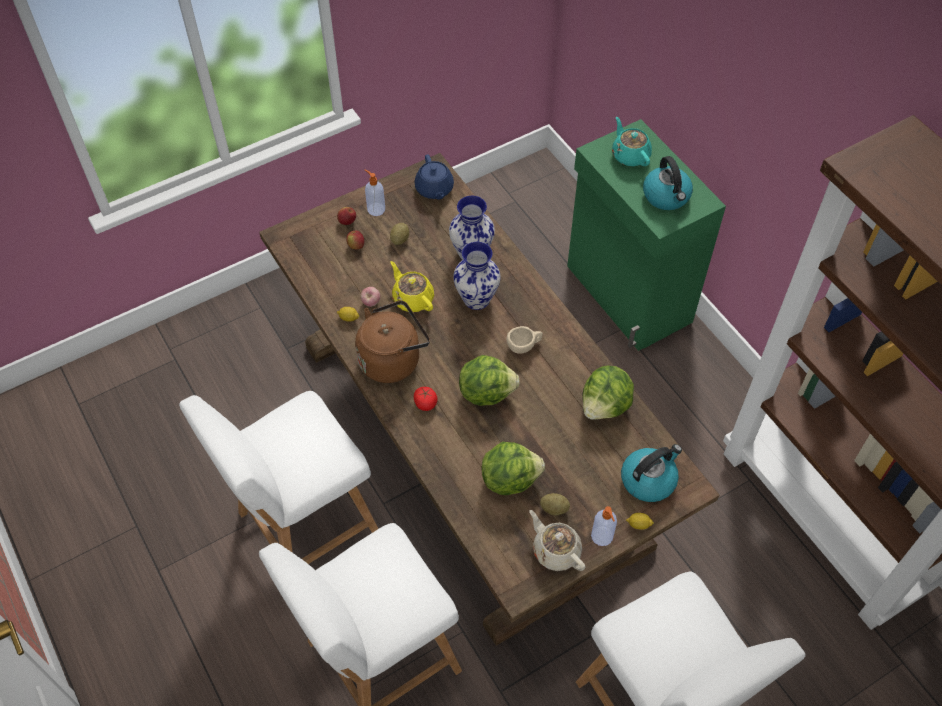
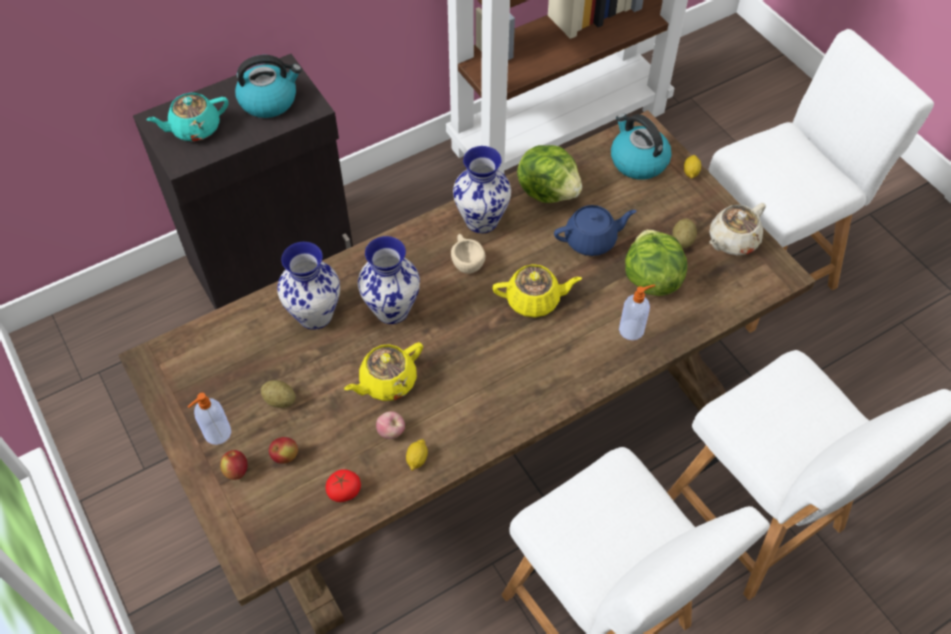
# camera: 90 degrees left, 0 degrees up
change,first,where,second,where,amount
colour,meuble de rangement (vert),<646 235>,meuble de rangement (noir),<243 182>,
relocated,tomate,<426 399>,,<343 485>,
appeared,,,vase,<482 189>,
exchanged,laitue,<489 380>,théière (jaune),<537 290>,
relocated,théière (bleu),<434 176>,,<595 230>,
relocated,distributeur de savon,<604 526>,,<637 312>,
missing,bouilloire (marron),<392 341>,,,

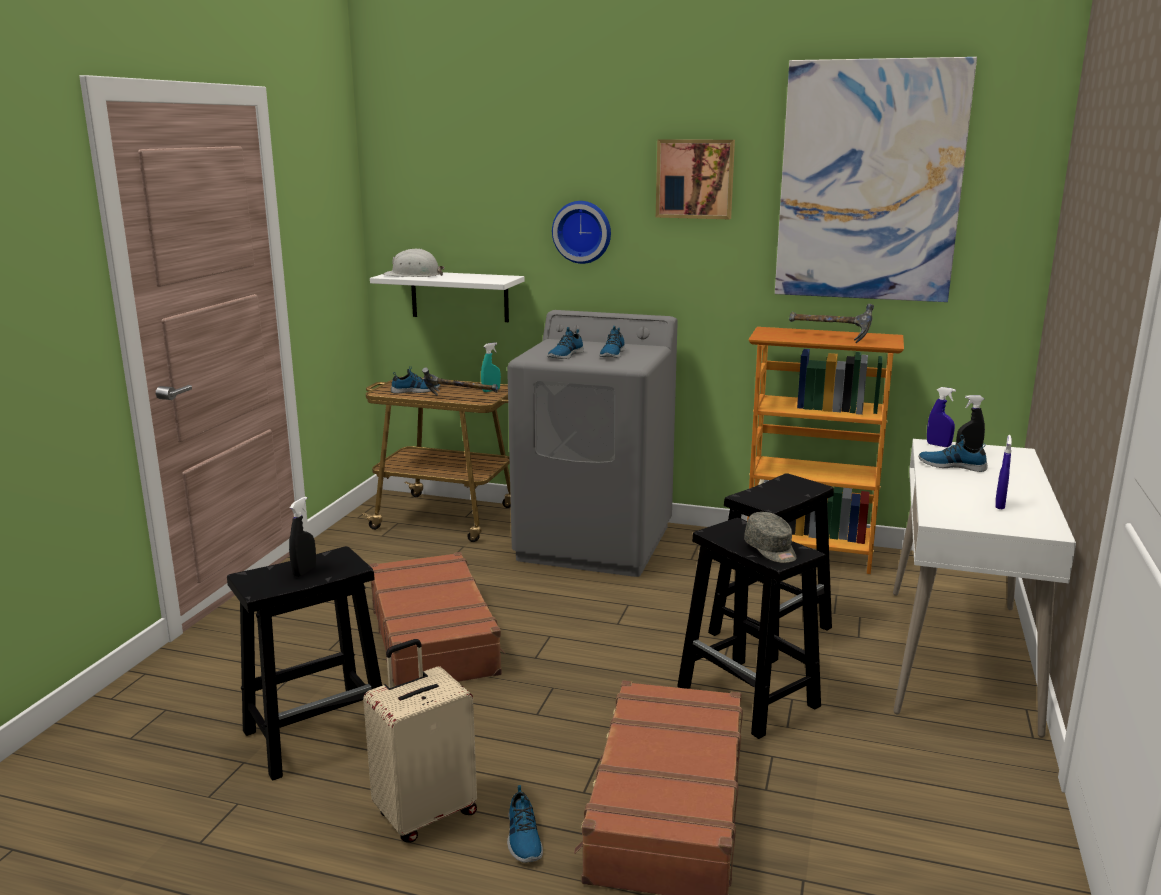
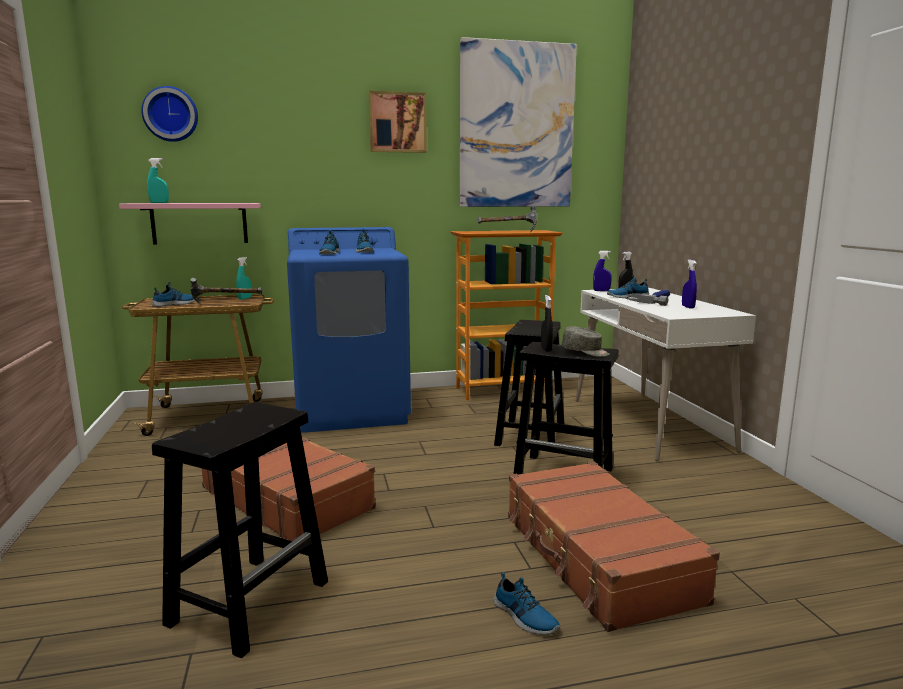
# camera: 30 degrees left, 5 degrees down
change,first,where,second,where,amount
colour,étagère (blanc),<447 297>,étagère (rose),<190 223>,
relocated,horloge murale,<581 232>,,<169 114>,
exchanged,casque de chantier (blanc),<413 263>,vaporisateur (turquoise),<158 180>,
colour,lave-linge (gris),<592 443>,lave-linge (bleu),<349 330>,
relocated,vaporisateur (noir),<302 537>,,<547 323>,
appeared,,,marteau,<648 298>,
missing,valise (beige),<420 740>,,,

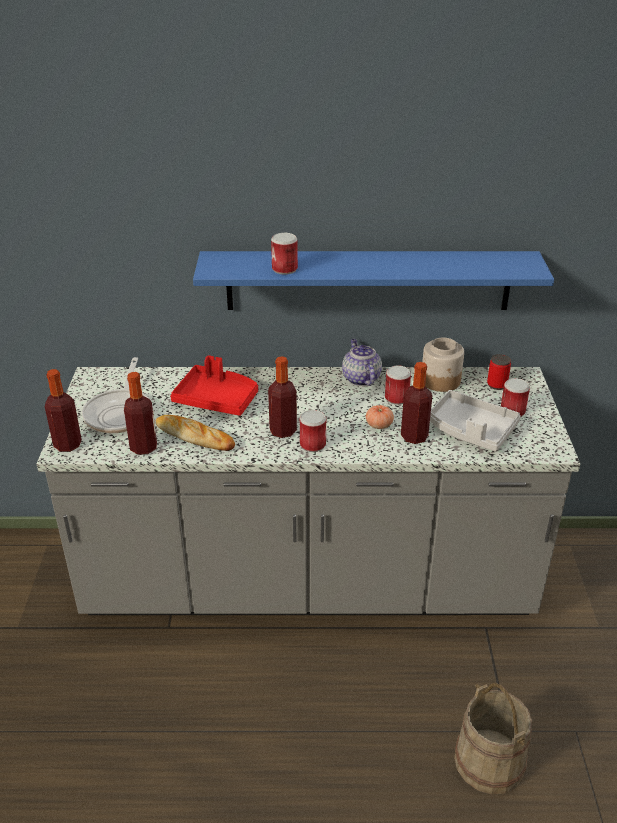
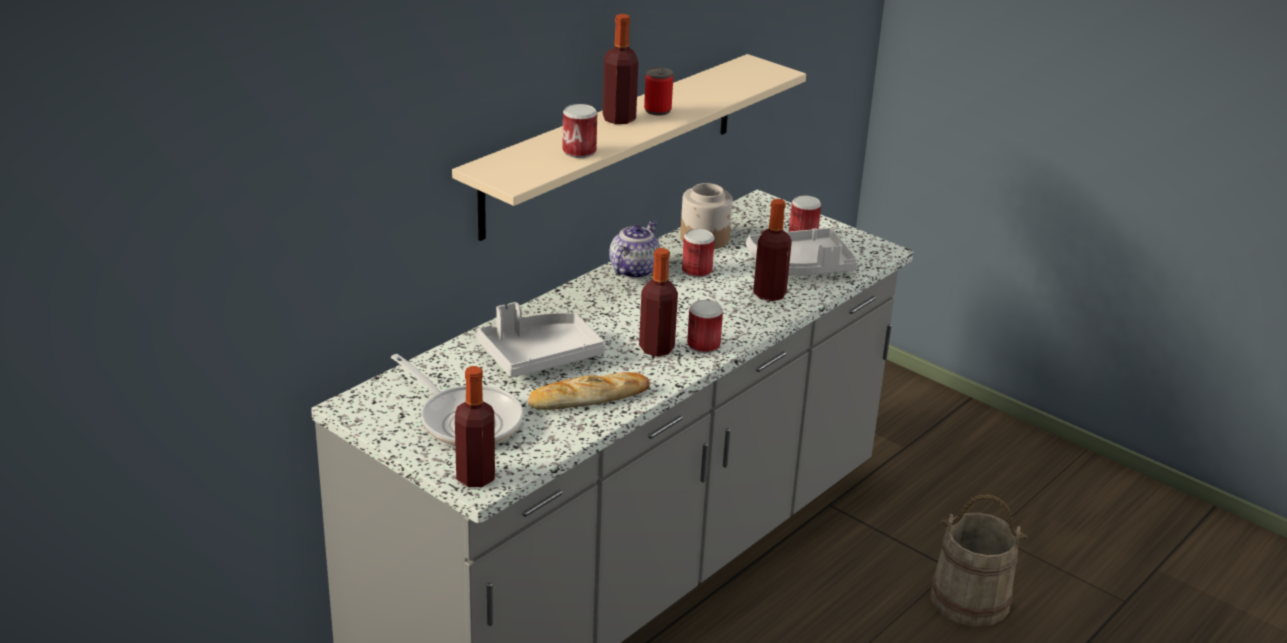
# camera: 50 degrees left, 5 degrees down
change,first,where,second,where,amount
colour,étagère (bleu),<373 280>,étagère (beige),<629 147>,
colour,plateau (rouge),<214 385>,plateau (gris),<541 339>,
relocated,bouteille,<140 413>,,<620 69>,
spun,théière,<362 362>,,<635 250>,90 degrees clockwise
relocated,boîte métallique,<499 372>,,<658 91>,
missing,tomate,<380 417>,,,

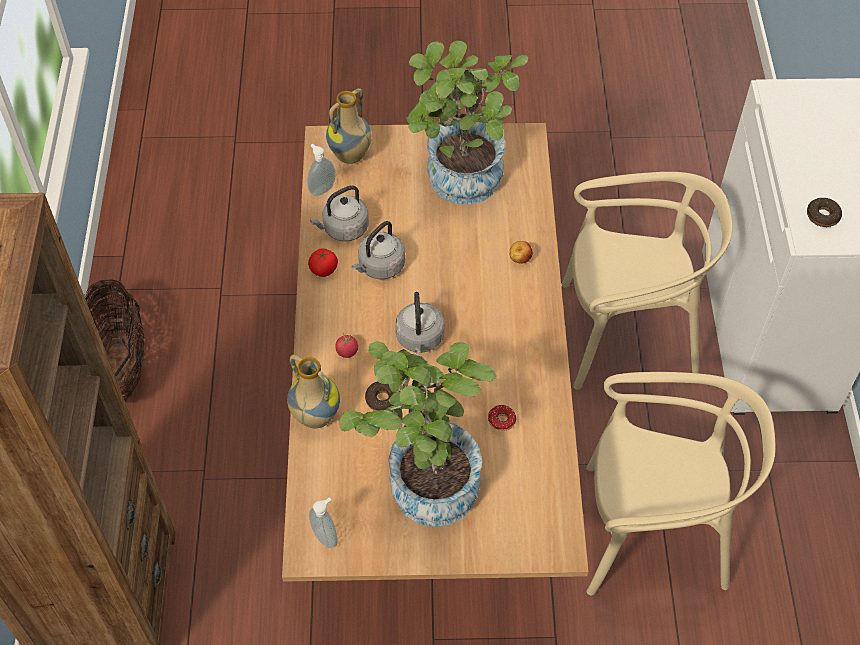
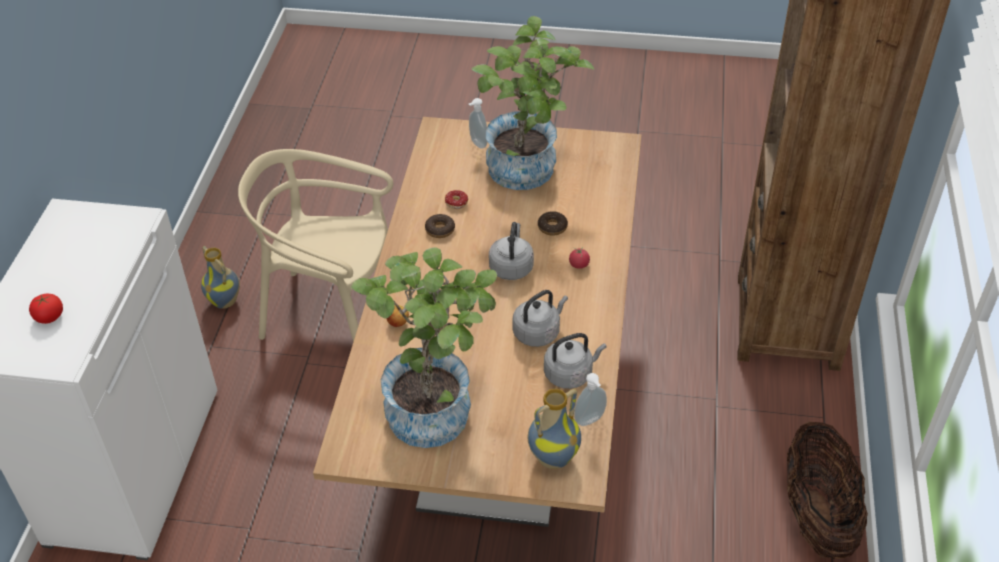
# camera: 170 degrees left, 10 degrees down
change,first,where,second,where,amount
relocated,tomate,<323 262>,,<46 309>,
relocated,vase,<313 392>,,<220 277>,
relocated,beignet,<824 212>,,<440 226>,
relocated,distributeur de savon,<323 522>,,<478 123>,
missing,chaise (beige),<647 281>,,,

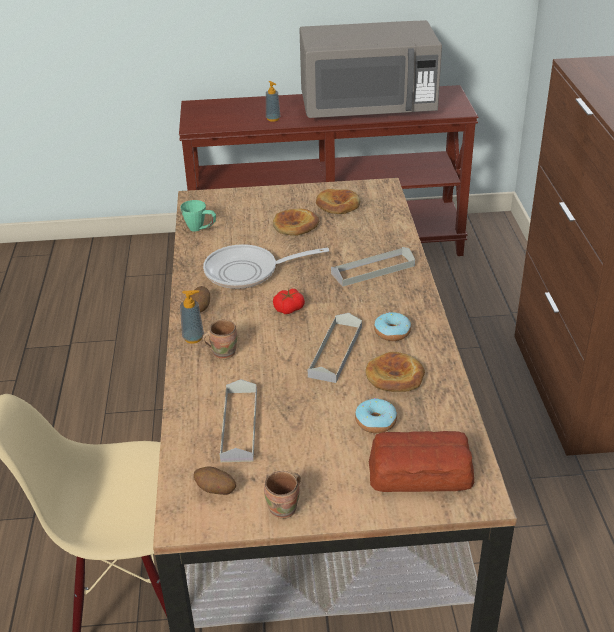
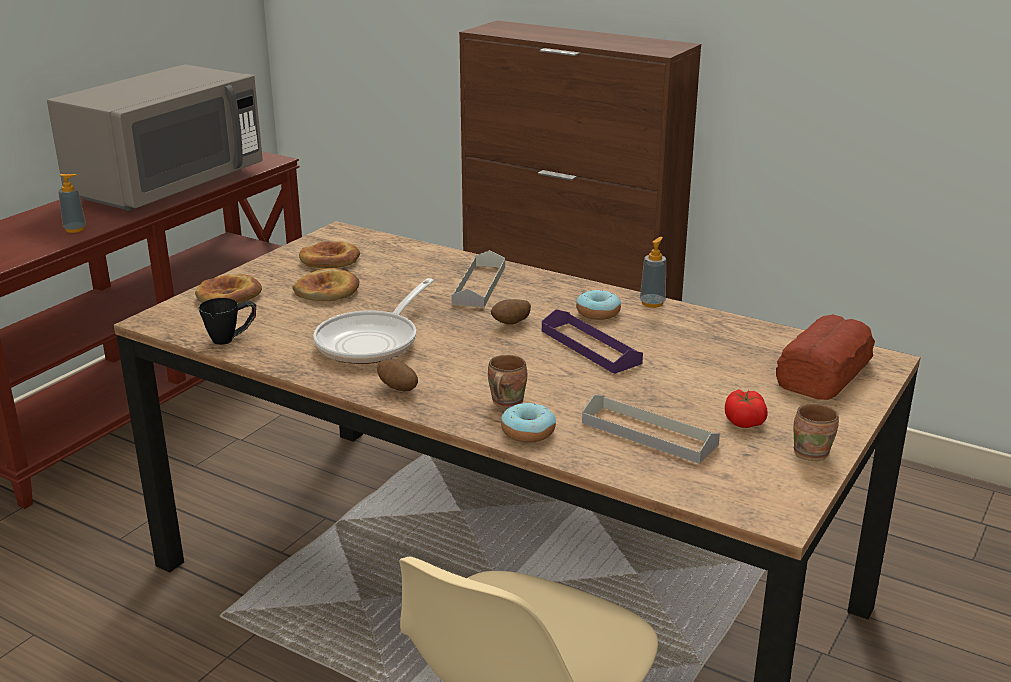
# camera: 55 degrees left, 10 degrees down
change,first,where,second,where,amount
relocated,pain,<395 372>,,<228 289>,
colour,mug (vert),<198 216>,mug (noir),<227 321>,
relocated,pomme de terre,<215 480>,,<511 312>,
relocated,beignet,<376 415>,,<528 422>,
colour,plateau (gris),<335 348>,plateau (violet),<592 341>,
relocated,distributeur de savon,<192 317>,,<653 272>,
relocated,tomate,<289 301>,,<746 408>,

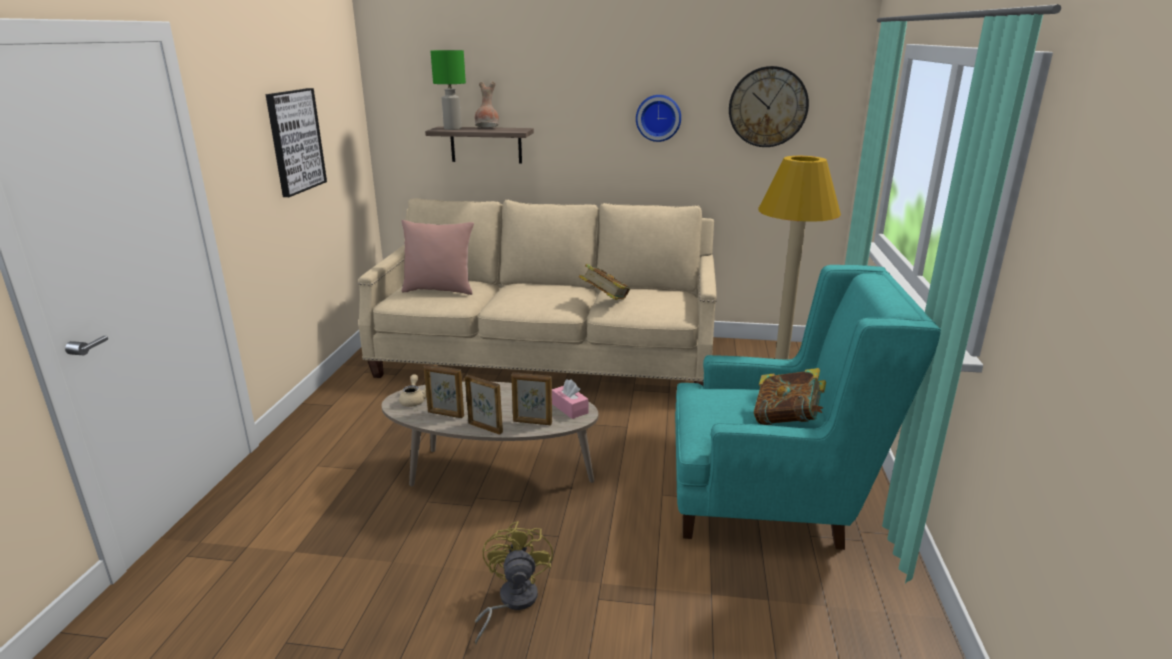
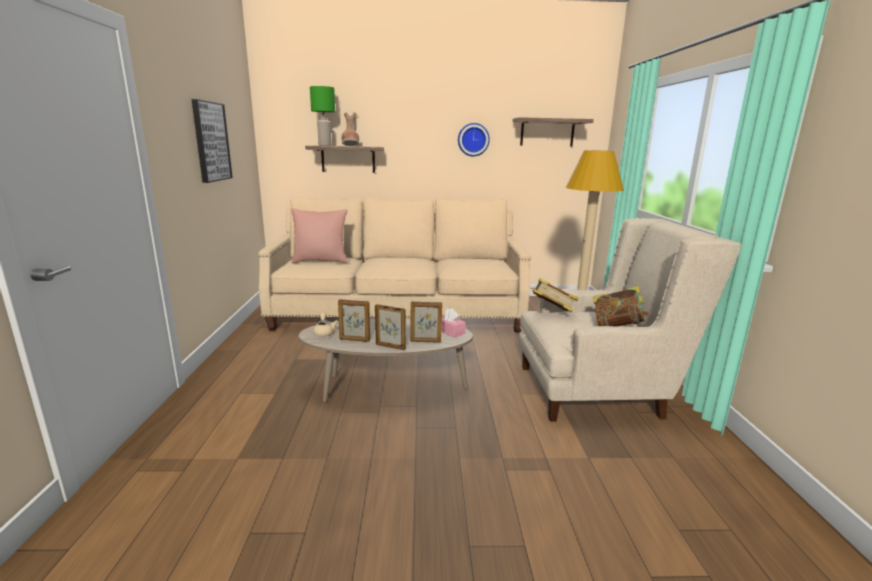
# camera: 10 degrees left, 5 degrees down
change,first,where,second,where,amount
exchanged,horloge murale,<769 106>,étagère,<553 132>,
colour,fauteuil (turquoise),<808 407>,fauteuil (beige),<630 319>,
relocated,livre,<604 282>,,<554 295>,
missing,ventilateur (jaune),<514 582>,,,

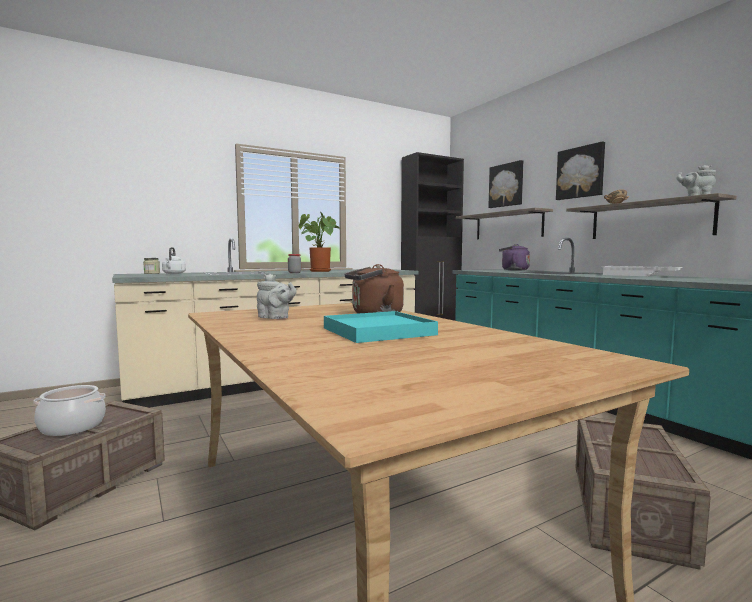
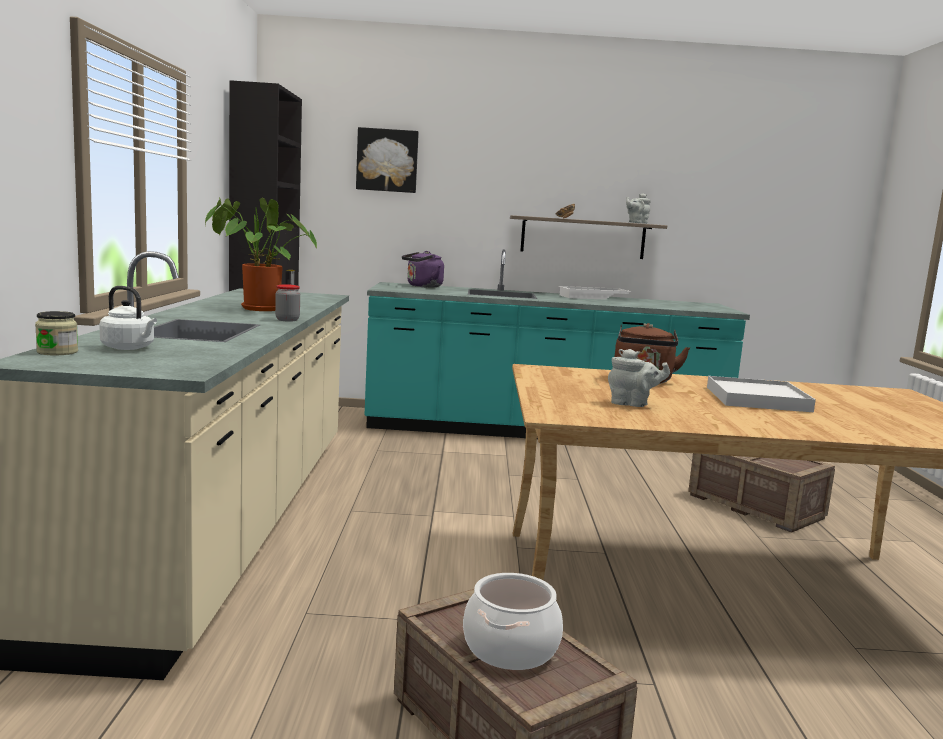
# camera: 60 degrees left, 5 degrees up
change,first,where,second,where,amount
spun,théière (gris),<277 296>,,<639 378>,45 degrees clockwise
colour,plateau (turquoise),<381 327>,plateau (blanc),<761 394>,
missing,étagère,<504 223>,,,
missing,tableau,<580 170>,,,

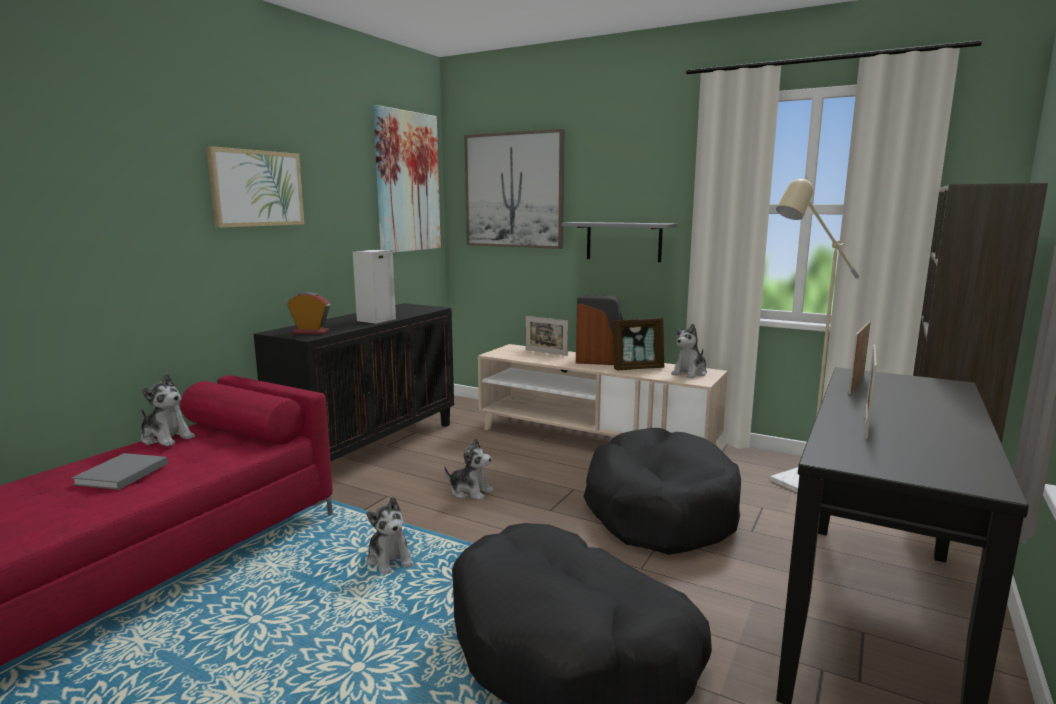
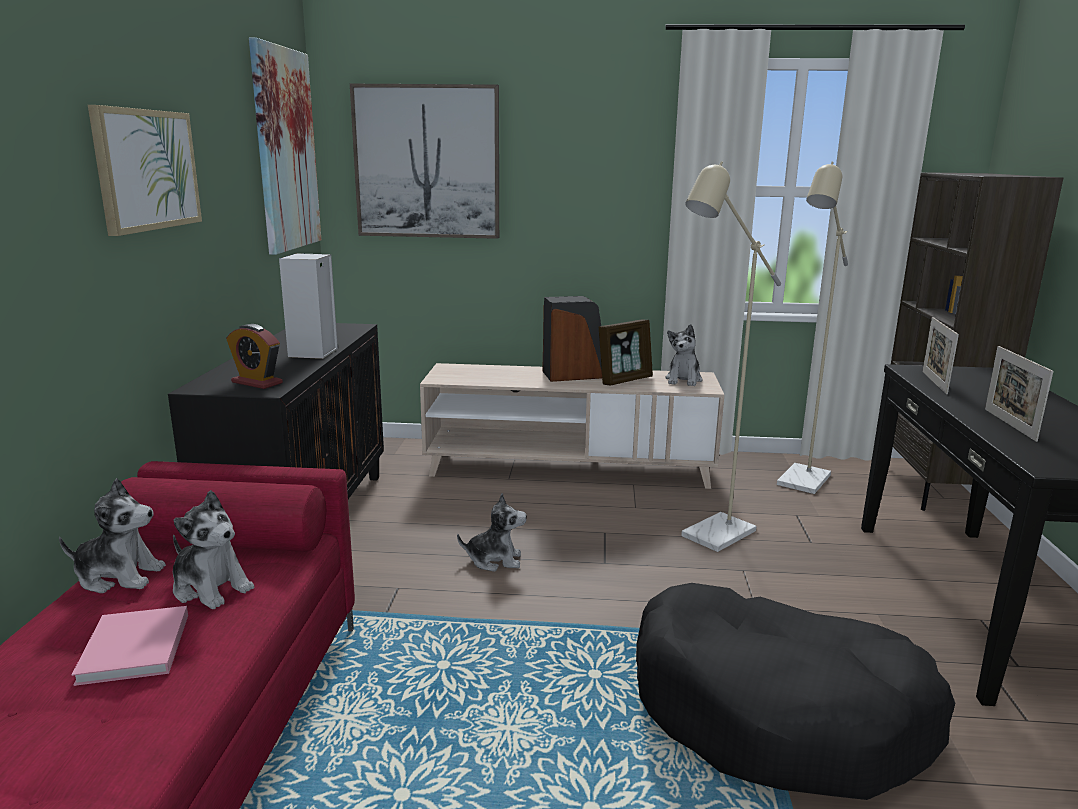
# camera: 25 degrees left, 5 degrees up
change,first,where,second,where,amount
colour,livre (gris),<120 471>,livre (rose),<130 646>,
relocated,peluche,<390 536>,,<213 549>,
spun,réveil,<308 313>,,<254 356>,135 degrees counterclockwise
exchanged,panier pour chien (noir),<662 491>,lampadaire (beige),<731 356>,
missing,cadre photo,<547 336>,,,
missing,étagère (gris),<619 242>,,,

